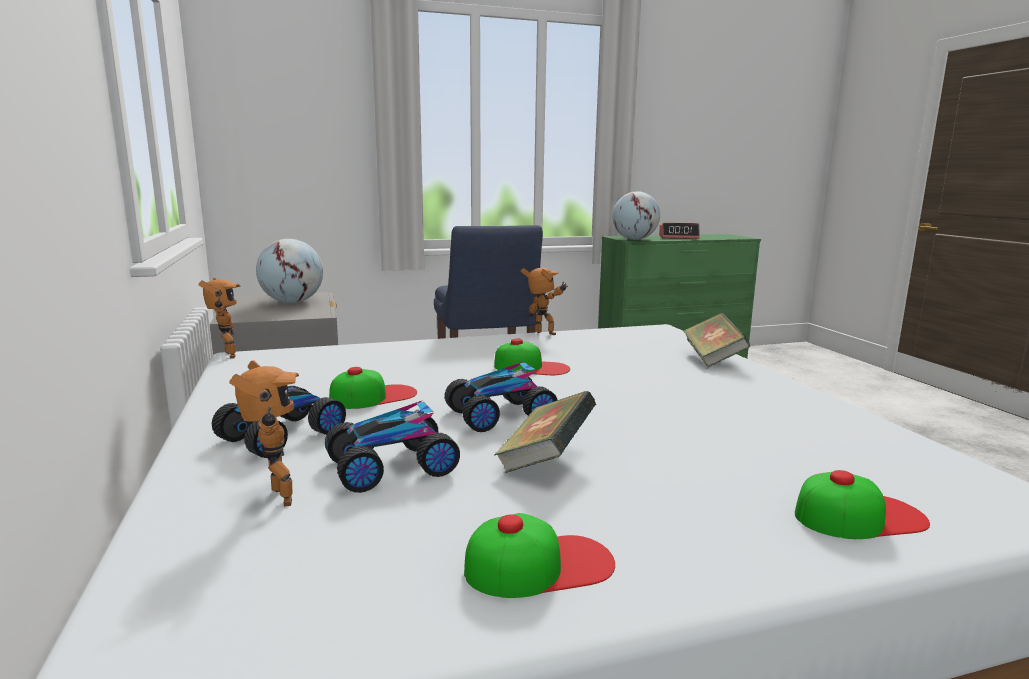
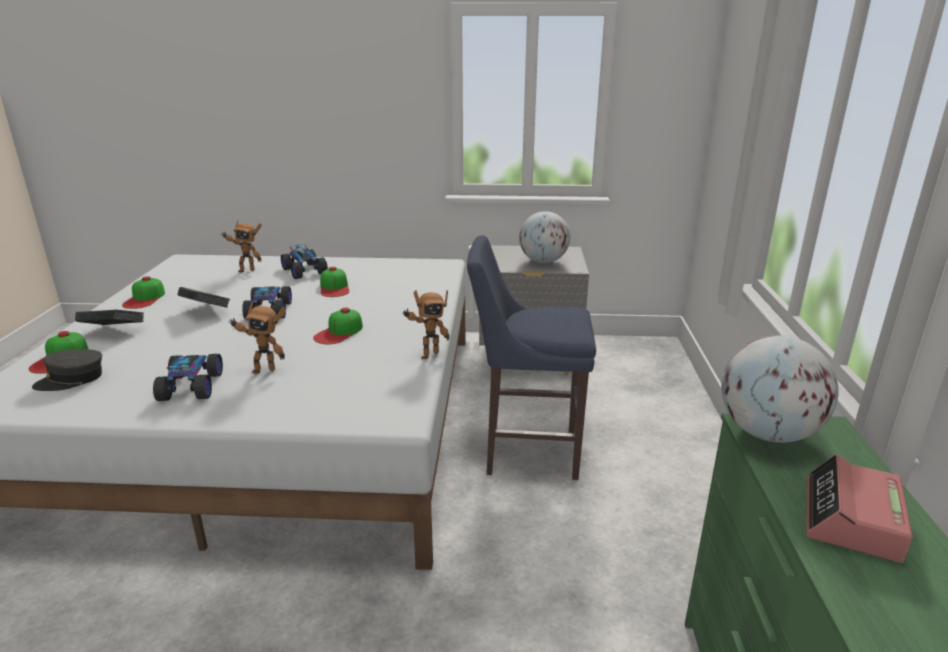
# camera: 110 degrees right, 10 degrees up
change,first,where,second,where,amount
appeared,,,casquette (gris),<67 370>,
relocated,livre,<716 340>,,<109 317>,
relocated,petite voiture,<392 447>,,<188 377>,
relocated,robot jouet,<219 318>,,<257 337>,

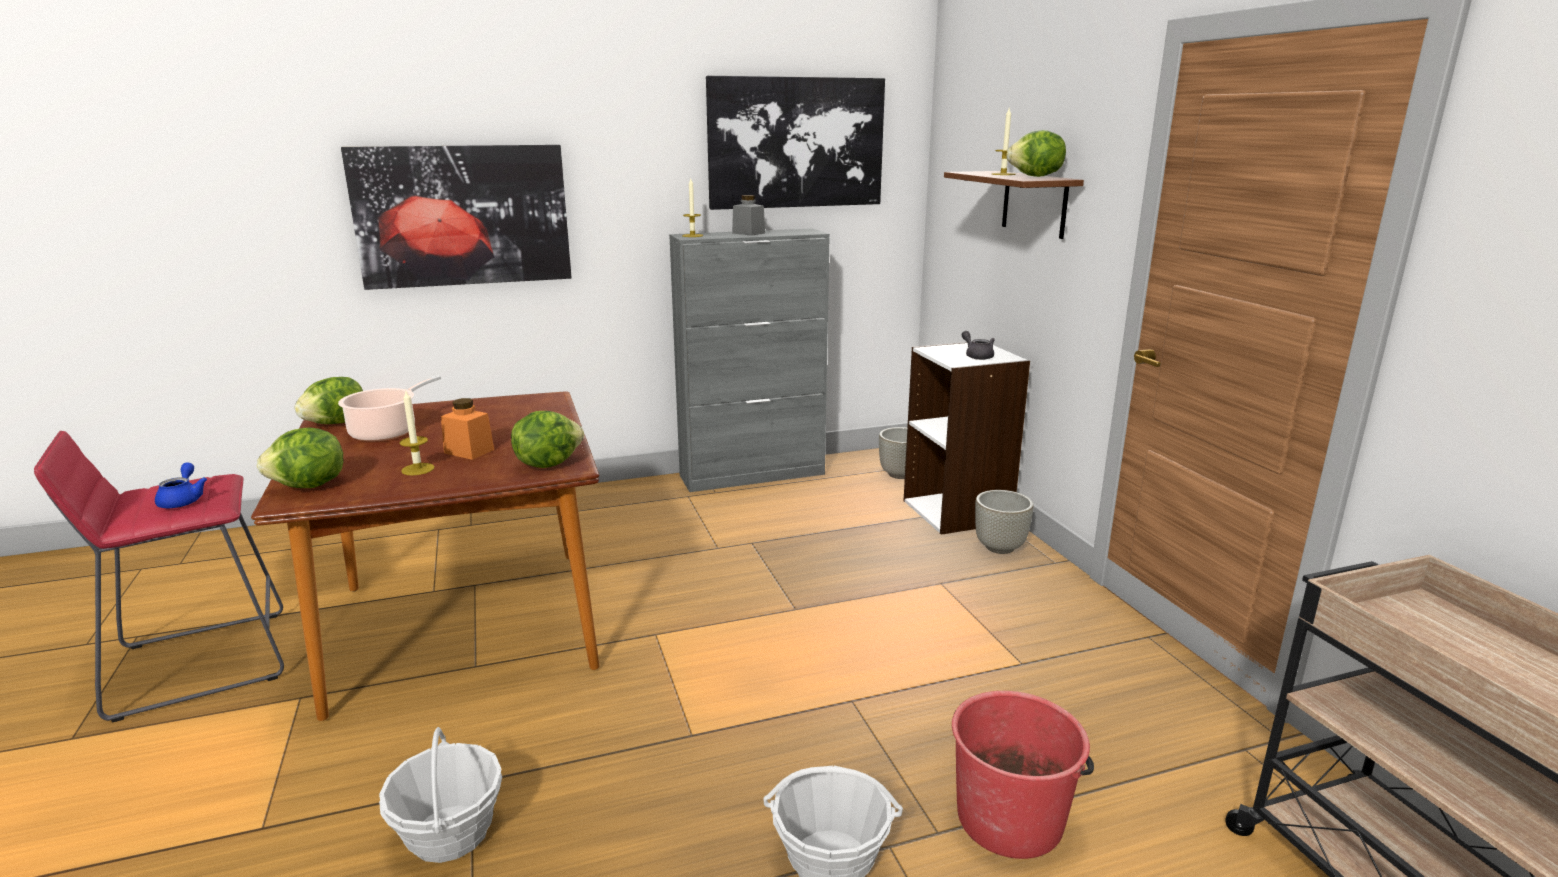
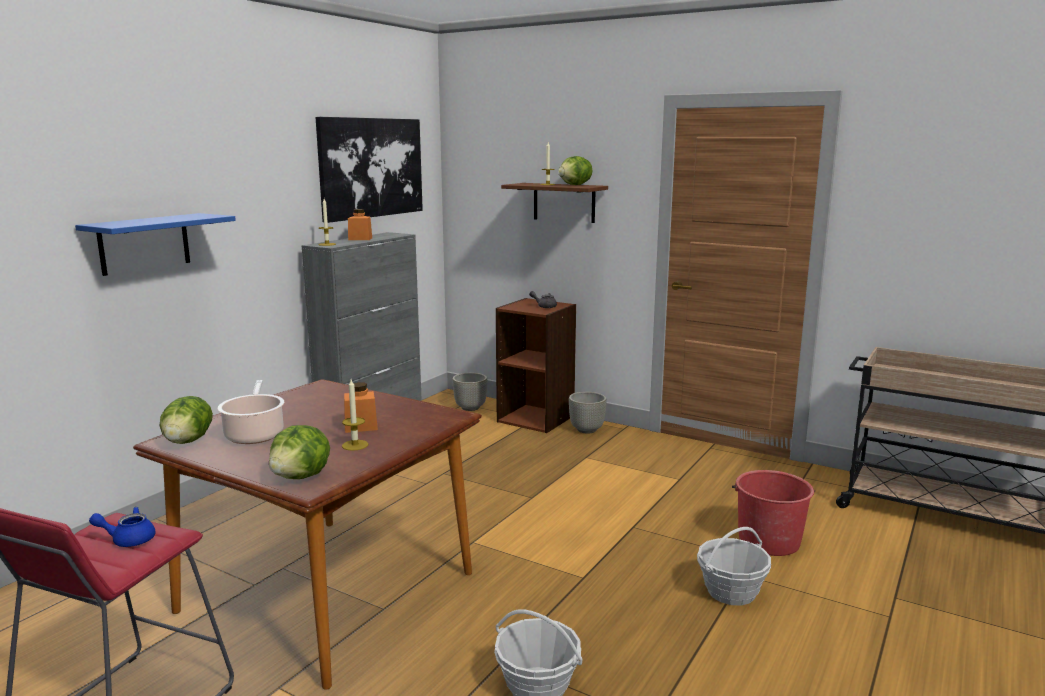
# camera: 40 degrees left, 5 degrees down
change,first,where,second,where,amount
exchanged,tableau,<456 217>,étagère (bleu),<155 244>,
spun,théière (bleu),<181 485>,,<122 527>,45 degrees counterclockwise
colour,bocal (gris),<748 215>,bocal (orange),<360 224>,
colour,bibliothèque (blanc),<966 438>,bibliothèque (marron),<536 365>,
missing,laitue,<547 439>,,,

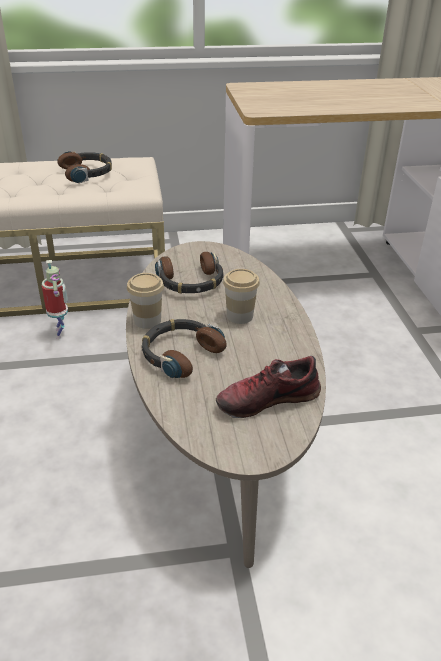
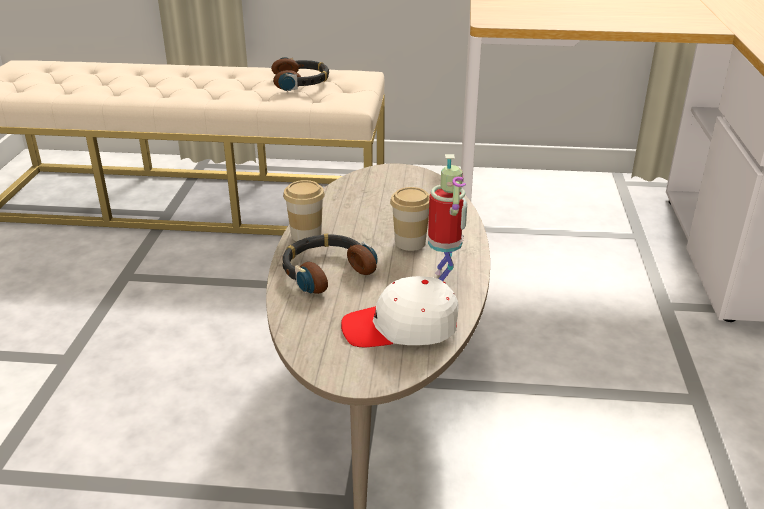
# camera: 15 degrees right, 5 degrees down
change,first,where,second,where,amount
exchanged,chaussure,<268 387>,casquette (blanc),<400 311>,
relocated,robot jouet,<54 299>,,<447 217>,
missing,casque audio,<189 272>,,,

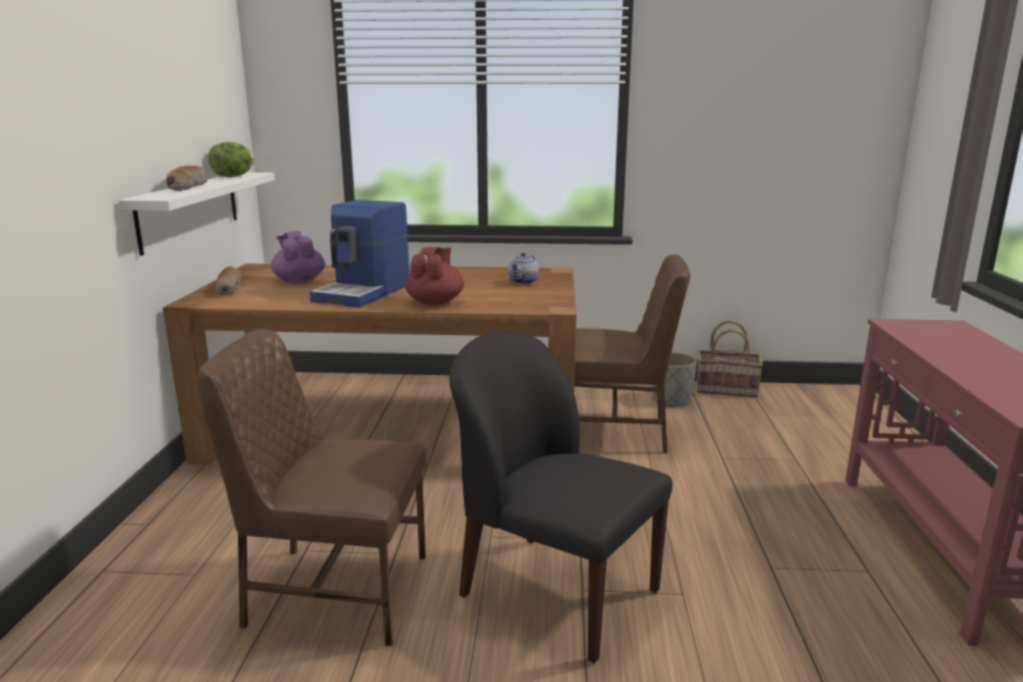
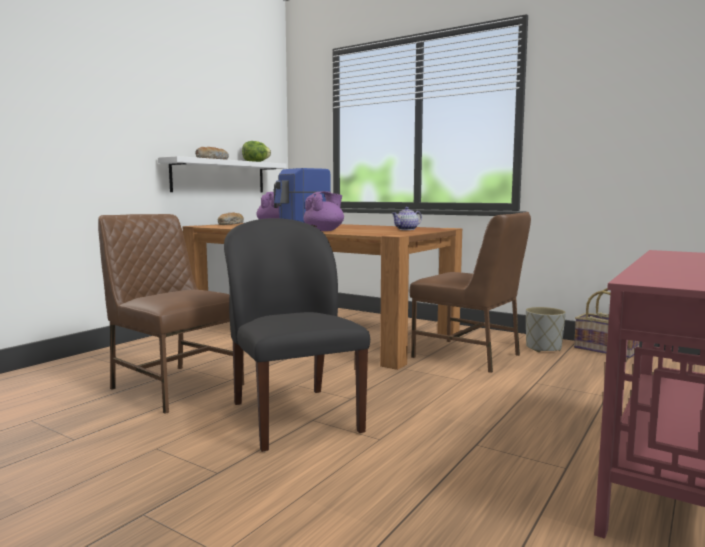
# camera: 30 degrees right, 10 degrees down
change,first,where,second,where,amount
colour,théière (rouge),<434 276>,théière (violet),<324 211>,

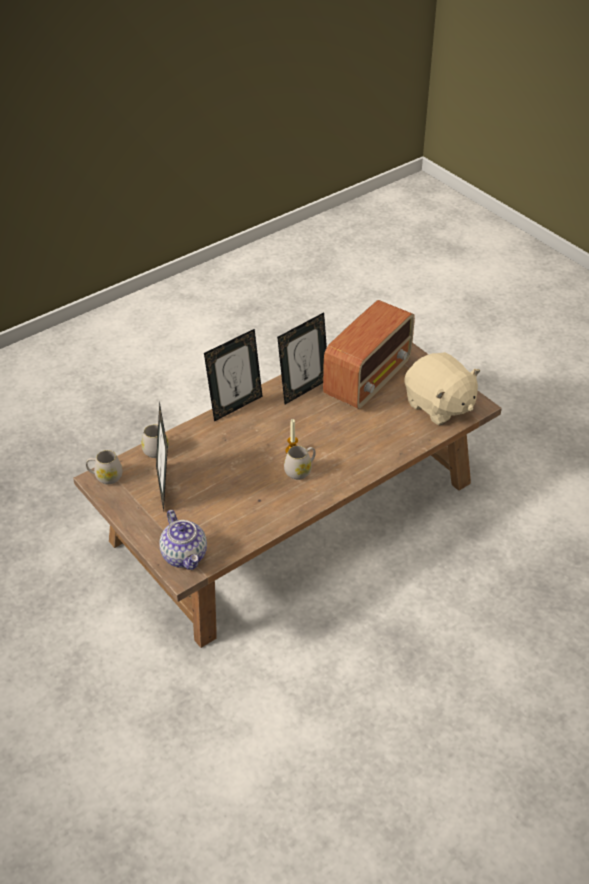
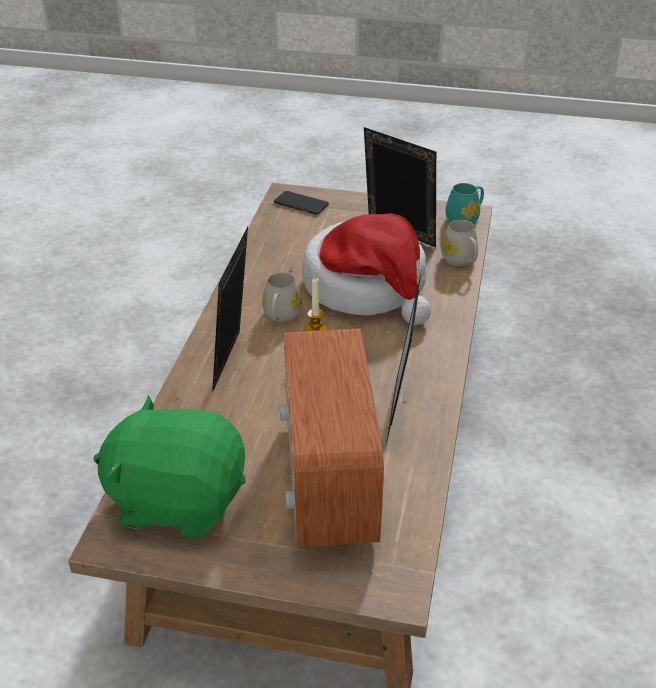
# camera: 140 degrees right, 5 degrees down
change,first,where,second,where,amount
colour,peluche (beige),<442 388>,peluche (vert),<169 467>,
relocated,cadre photo,<233 375>,,<230 309>,
exchanged,théière,<183 540>,téléphone,<301 203>,
appeared,,,chapeau,<366 269>,
colour,mug (blanc),<104 467>,mug (turquoise),<465 203>,

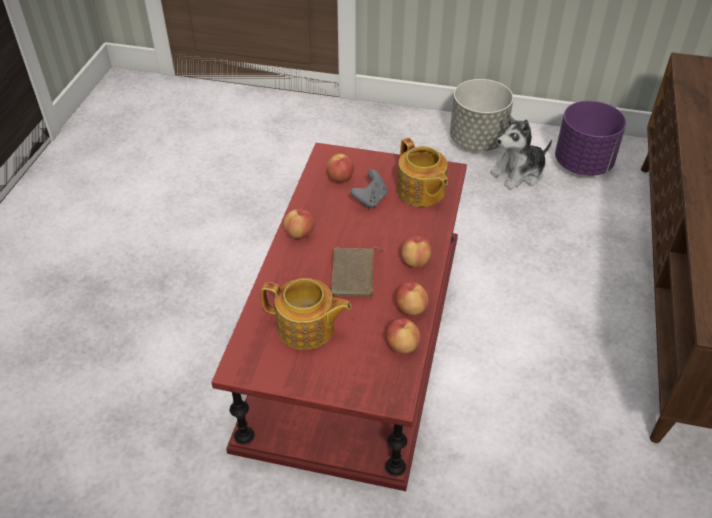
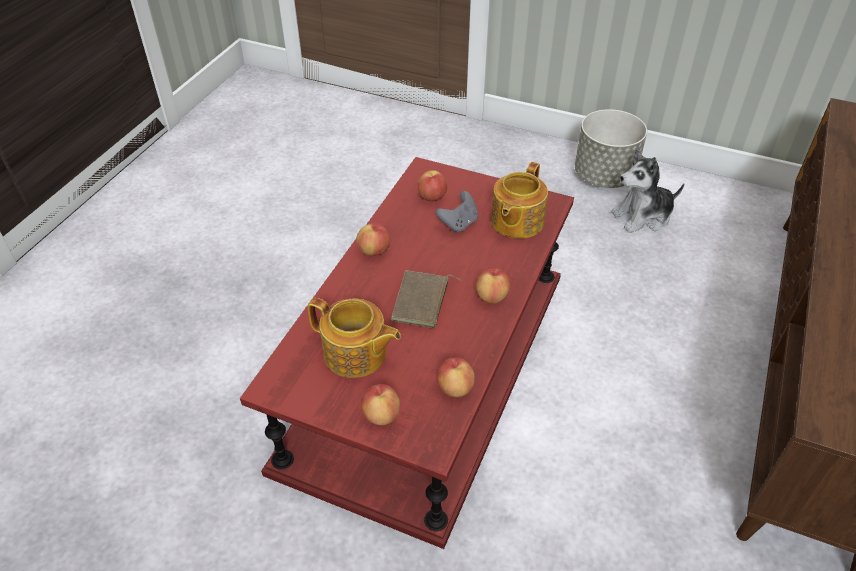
# camera: 10 degrees right, 0 degrees up
change,first,where,second,where,amount
relocated,pomme,<412 299>,,<380 404>,
spun,théière,<422 172>,,<519 200>,45 degrees clockwise
missing,cache-pot (violet),<590 138>,,,

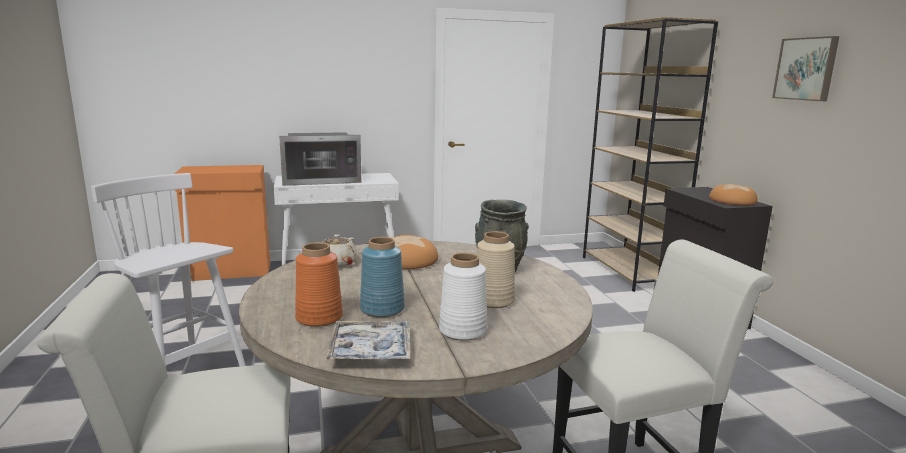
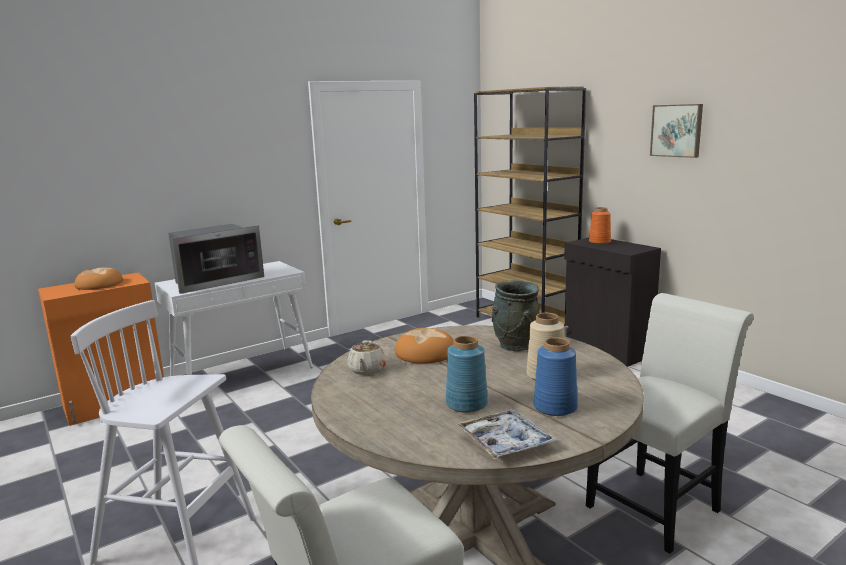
# camera: 20 degrees left, 0 degrees up
change,first,where,second,where,amount
relocated,pain,<733 194>,,<98 278>,
colour,vase (blanc),<463 296>,vase (bleu),<556 376>,
relocated,vase (orange),<319 284>,,<600 225>,

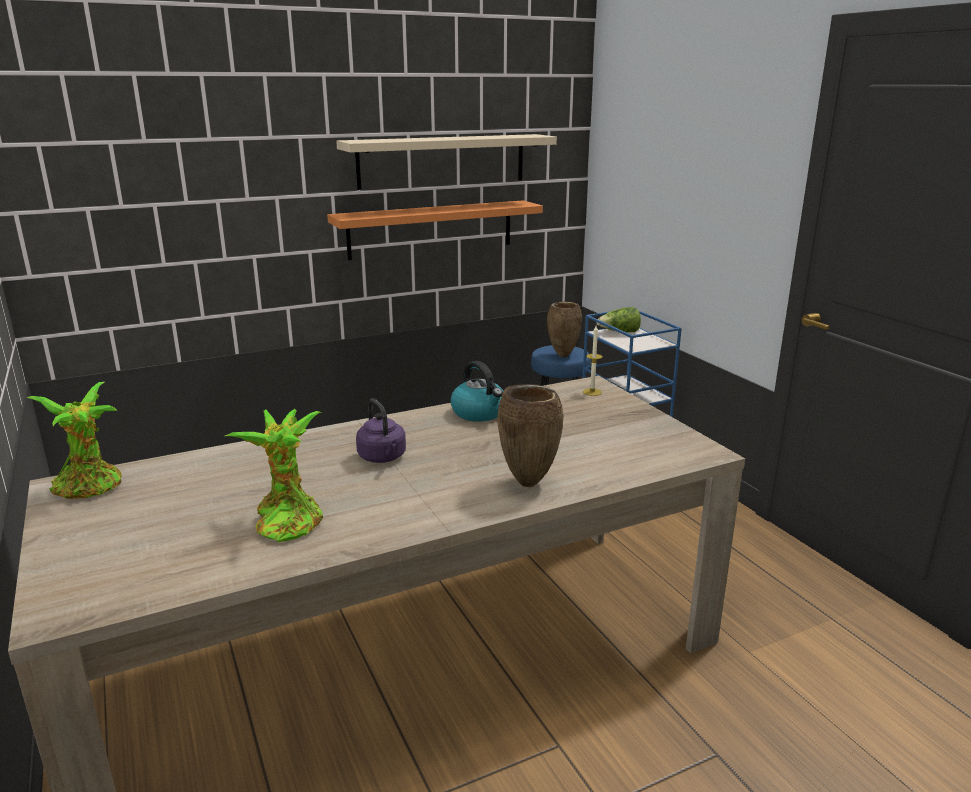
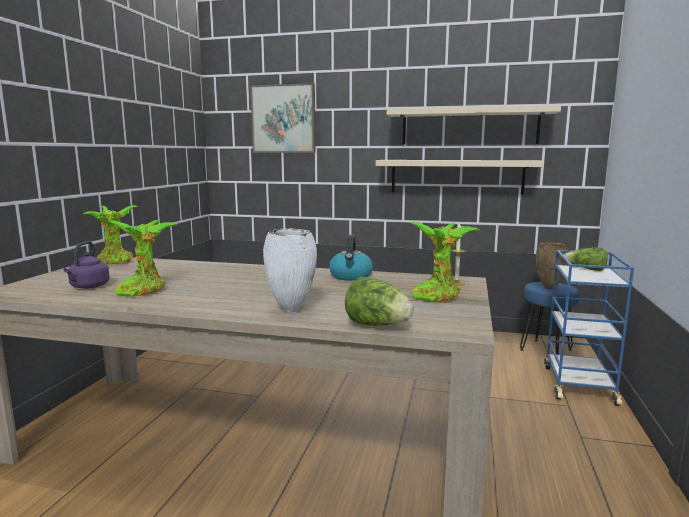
# camera: 40 degrees right, 10 degrees down
change,first,where,second,where,amount
relocated,bouilloire (violet),<381 430>,,<87 265>,
appeared,,,tableau,<283 118>,
colour,vase (marron),<531 435>,vase (blanc),<290 270>,
appeared,,,laitue,<379 301>,
colour,étagère (orange),<435 230>,étagère (beige),<460 177>,
appeared,,,plante en pot,<444 262>,

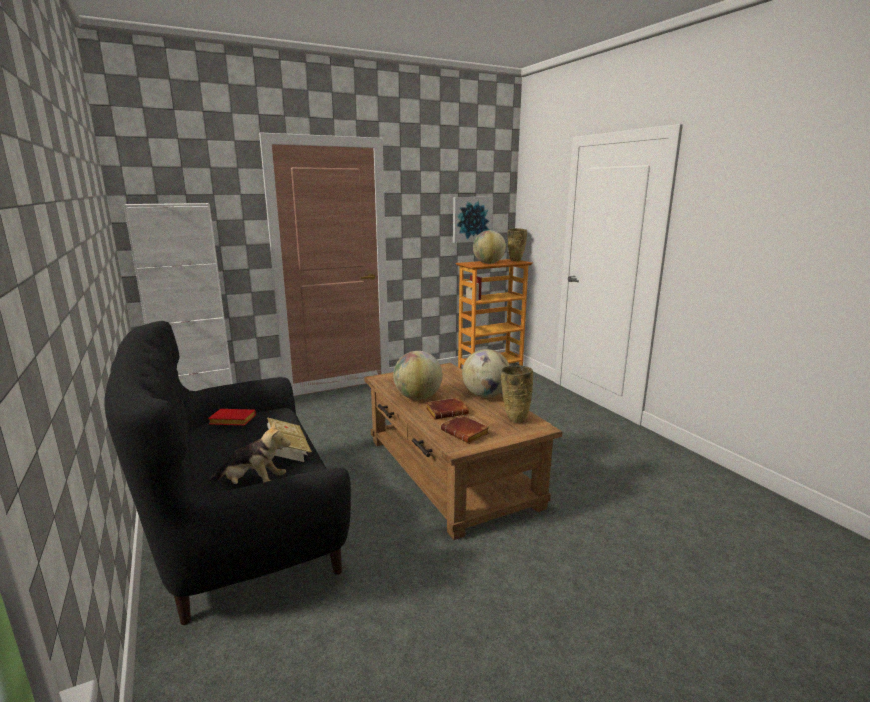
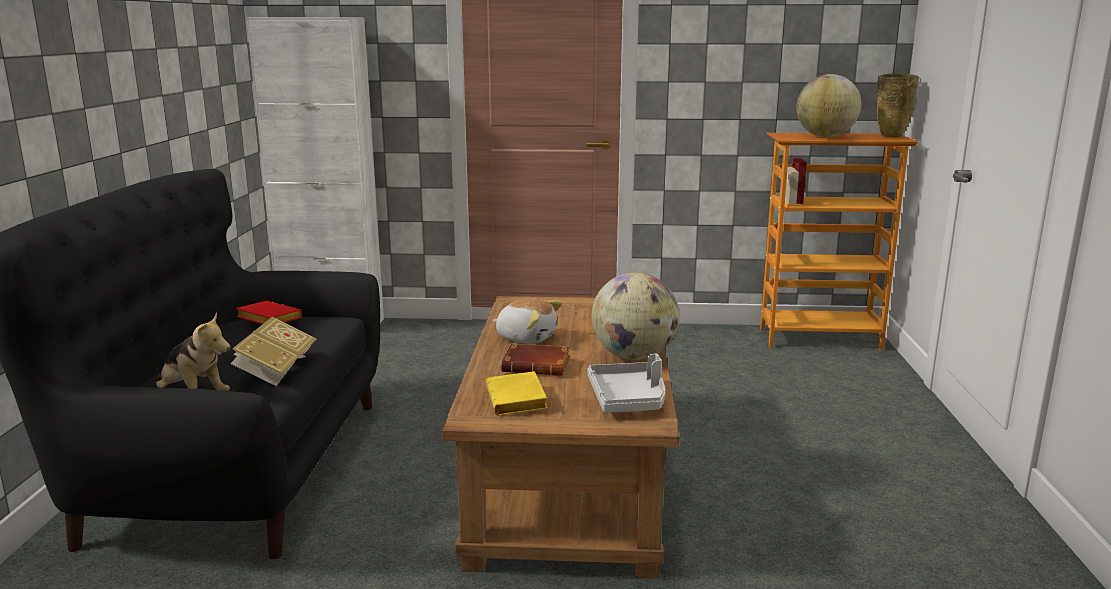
# camera: 30 degrees right, 0 degrees up
change,first,where,second,where,amount
colour,livre (marron),<465 429>,livre (jaune),<517 393>,
exchanged,globe,<417 375>,peluche,<527 321>,
exchanged,vase (beige),<517 394>,plateau (gris),<626 383>,
missing,tableau,<473 220>,,,

